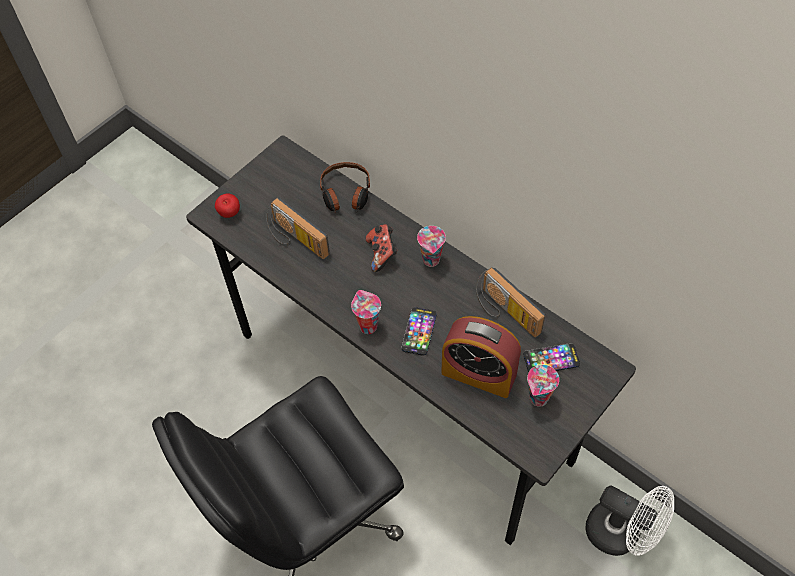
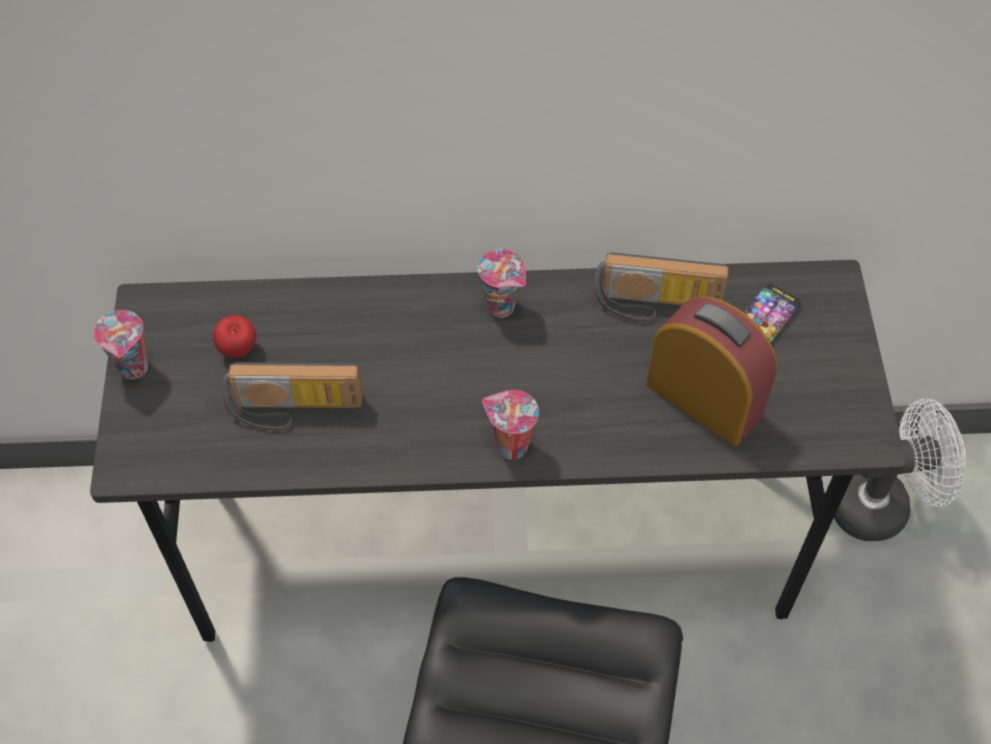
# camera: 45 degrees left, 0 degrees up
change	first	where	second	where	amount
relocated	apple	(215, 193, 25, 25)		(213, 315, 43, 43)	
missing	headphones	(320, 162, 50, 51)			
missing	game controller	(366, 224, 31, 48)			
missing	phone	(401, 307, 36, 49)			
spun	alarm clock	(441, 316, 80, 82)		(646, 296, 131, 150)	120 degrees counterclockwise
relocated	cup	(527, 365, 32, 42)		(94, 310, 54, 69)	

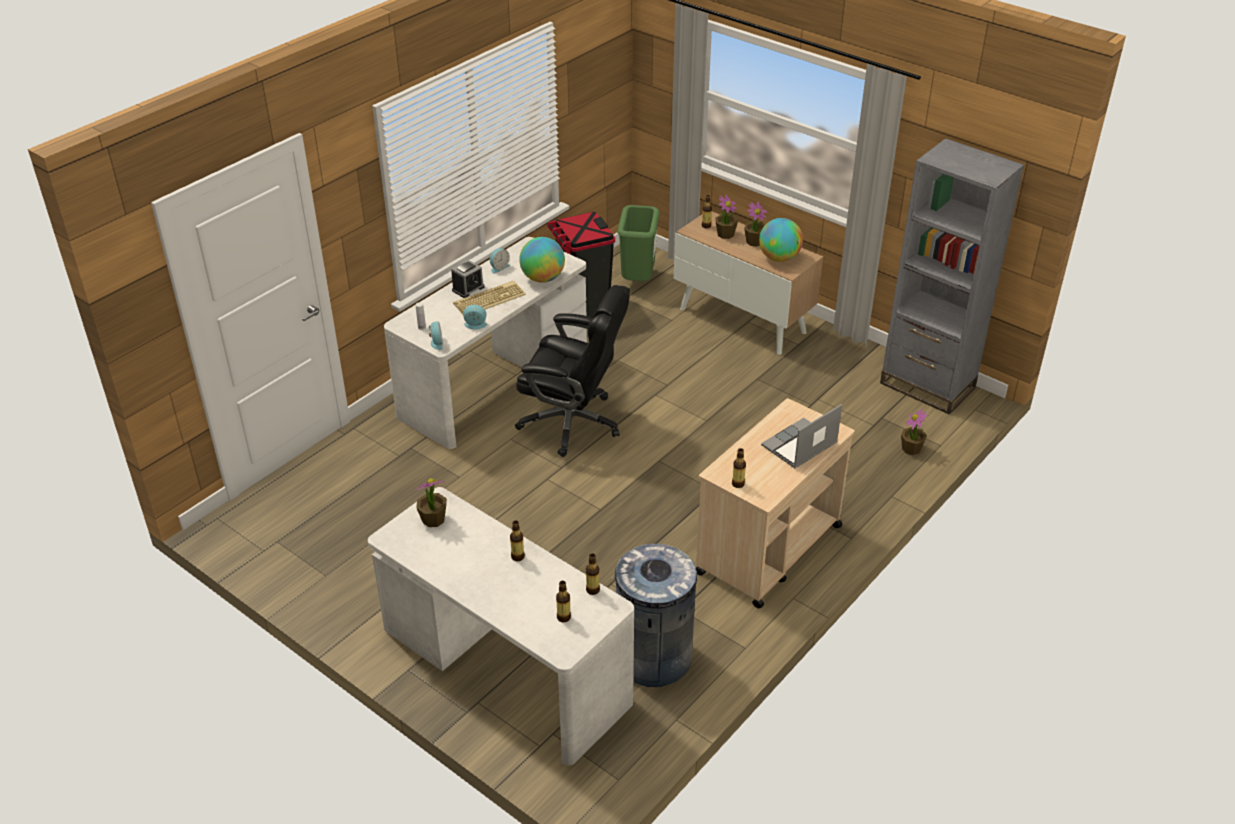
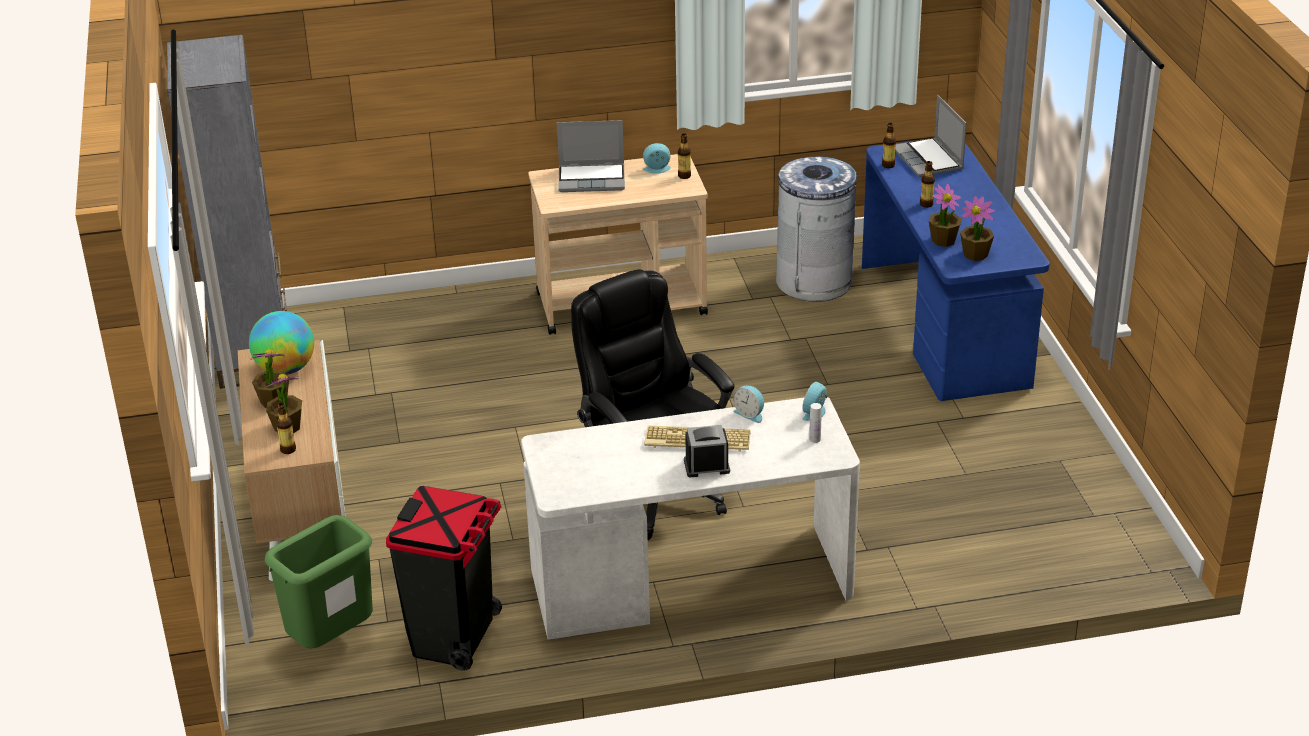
# camera: 140 degrees left, 5 degrees down
change	first	where	second	where	amount
colour	white desk	(368, 487, 266, 278)	blue desk	(862, 142, 188, 259)	
relocated	alarm clock	(490, 248, 20, 26)		(643, 143, 28, 31)	
missing	globe	(519, 237, 46, 46)			
exchanged	bottle	(556, 581, 15, 42)	laptop	(895, 95, 72, 82)	
relocated	potted plant	(901, 409, 27, 46)		(929, 183, 33, 64)	

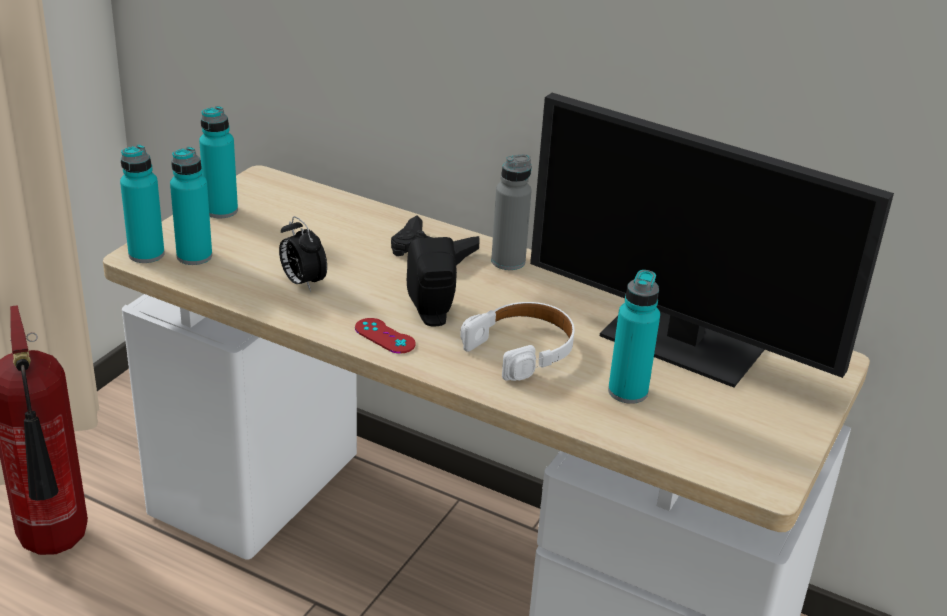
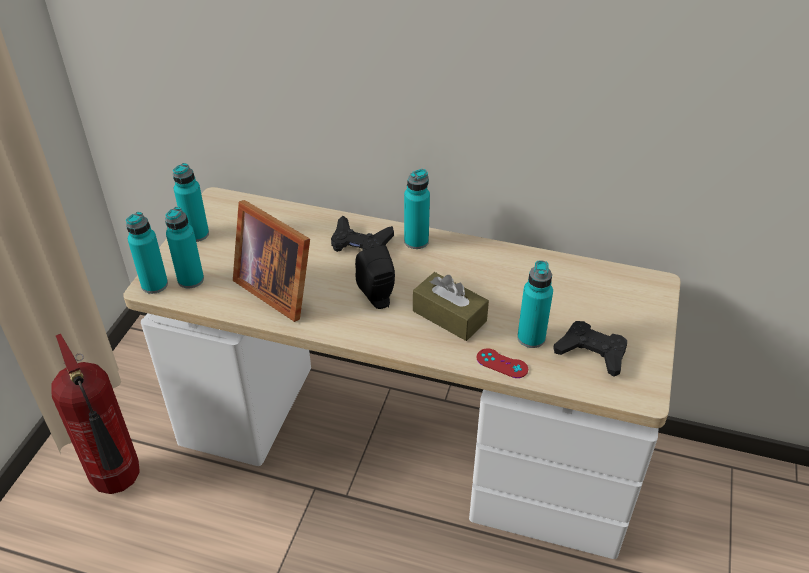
# camera: 10 degrees left, 10 degrees up
change	first	where	second	where	amount
exchanged	alarm clock	(279, 216, 48, 76)	picture frame	(233, 200, 77, 122)	
relocated	red game controller	(355, 318, 61, 36)		(477, 349, 51, 29)	
exchanged	white headphones	(460, 302, 114, 79)	brown tissue box	(413, 272, 76, 69)	
colour	grey bottle	(491, 154, 41, 116)	turquoise bottle	(404, 169, 26, 80)	
missing	monitor	(530, 93, 364, 295)			
appeared			black game controller	(553, 321, 74, 56)	

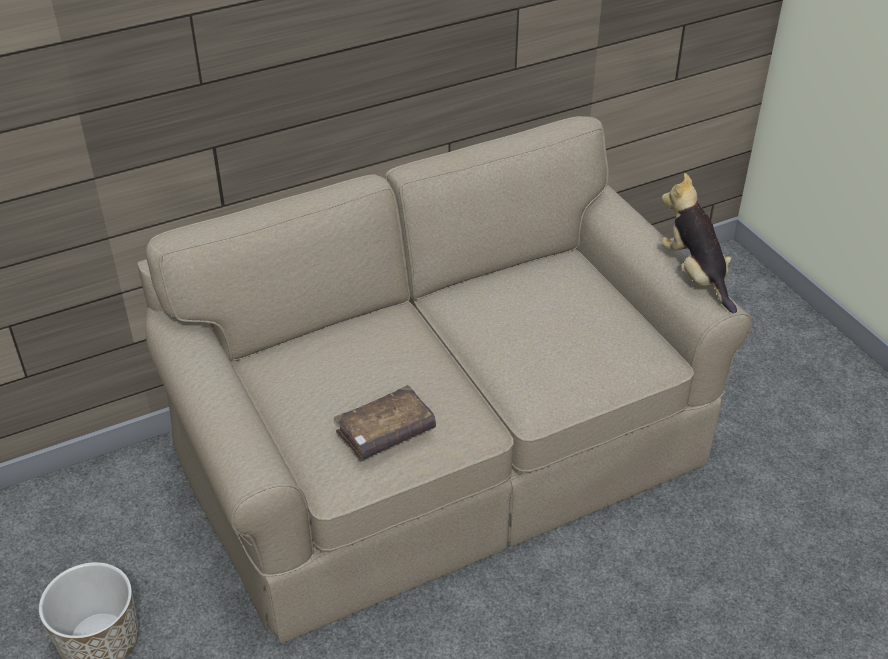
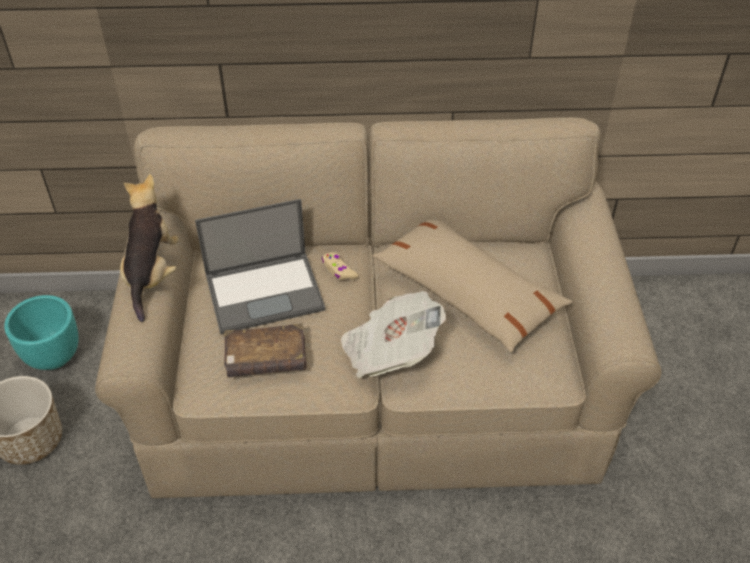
# camera: 25 degrees right, 5 degrees up
change	first	where	second	where	amount
relocated	plush toy	(661, 173, 76, 140)		(120, 174, 59, 148)	
appeared			turquoise planter	(4, 295, 75, 75)	
appeared			laptop	(195, 199, 130, 135)	
appeared			beige game controller	(322, 252, 36, 28)	
appeared			newspaper	(341, 291, 105, 87)	
appeared			beige pillow	(372, 220, 200, 132)	

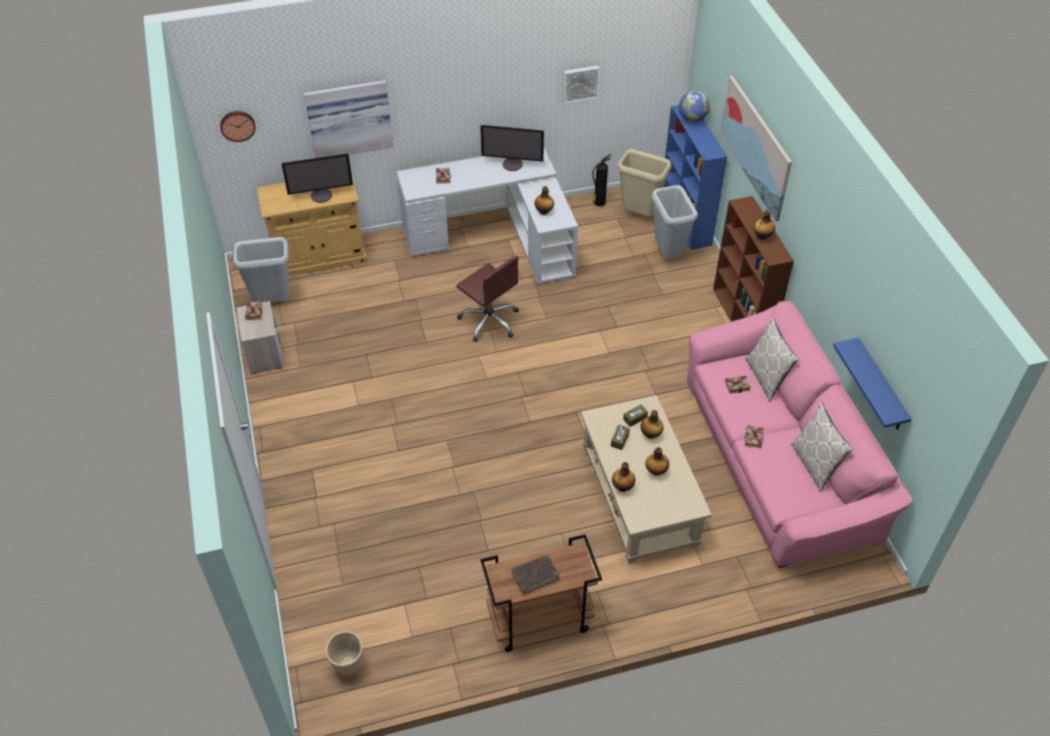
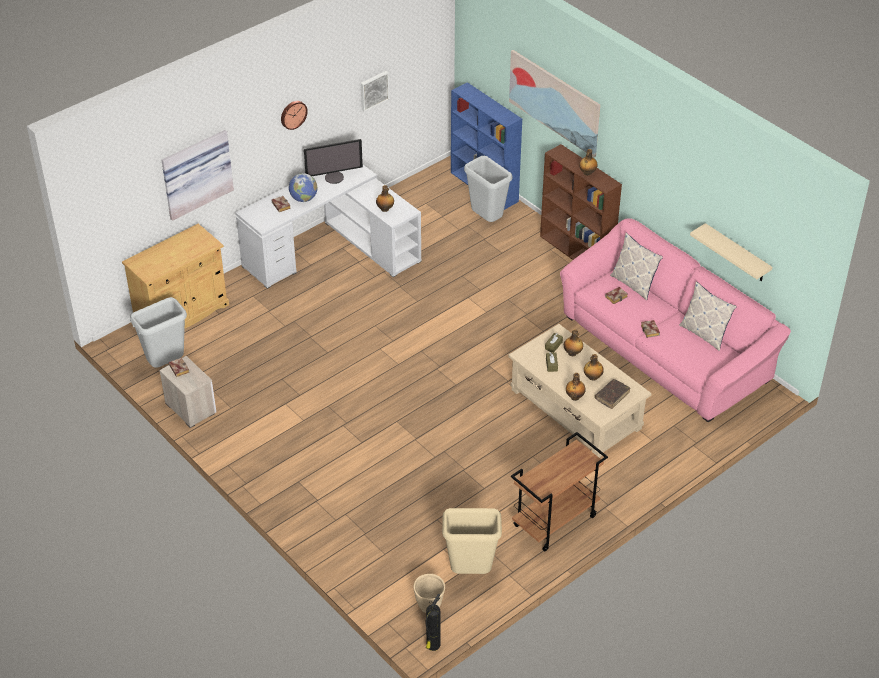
# camera: 25 degrees left, 5 degrees down
change	first	where	second	where	amount
relocated	wall clock	(220, 111, 36, 31)		(281, 101, 27, 29)	
missing	monitor	(281, 154, 72, 49)			
missing	brown office chair	(456, 256, 63, 86)			
relocated	brown book	(511, 555, 49, 39)		(595, 379, 35, 30)	
relocated	fire extinguisher	(592, 155, 19, 52)		(426, 593, 15, 58)	
relocated	beige trash can	(617, 149, 55, 67)		(442, 508, 60, 66)	
relocated	globe	(679, 91, 31, 31)		(289, 173, 28, 29)	
colour	blue shelf	(833, 338, 78, 92)	beige shelf	(690, 223, 82, 58)	

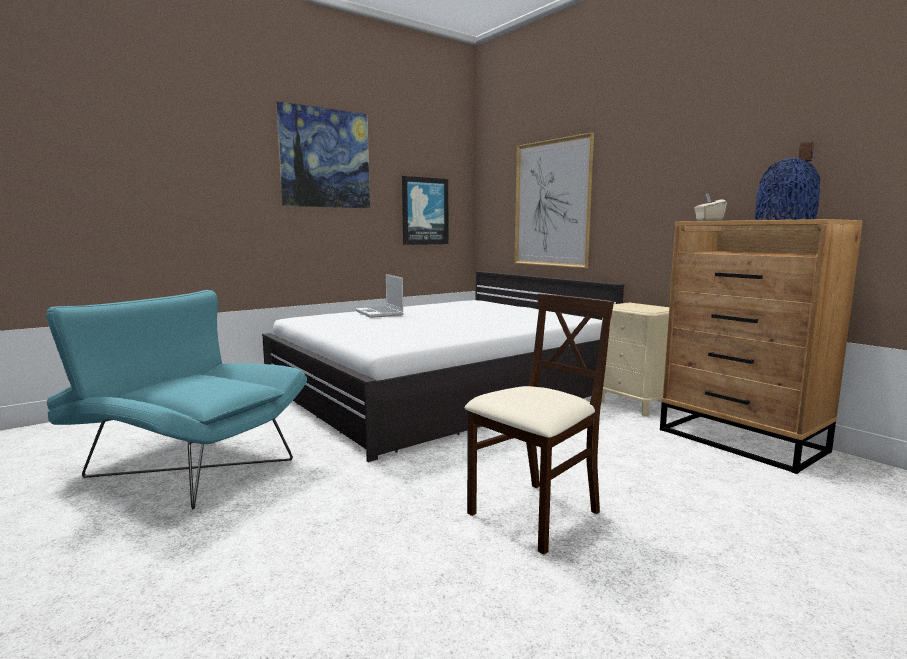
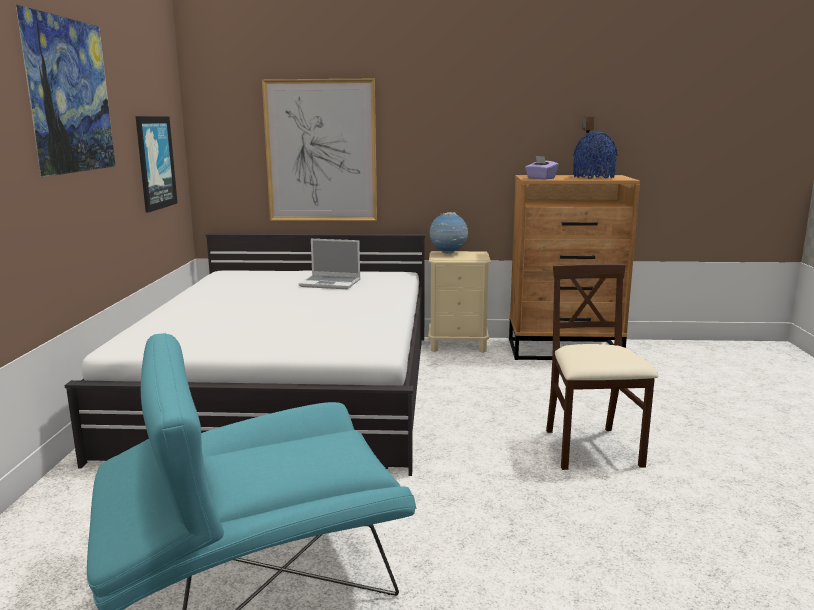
# camera: 50 degrees left, 5 degrees up
change	first	where	second	where	amount
relocated	laptop	(356, 274, 48, 44)		(299, 239, 62, 50)	
colour	beige tissue box	(694, 193, 33, 28)	purple tissue box	(525, 156, 33, 23)	
appeared			globe	(429, 212, 39, 42)	

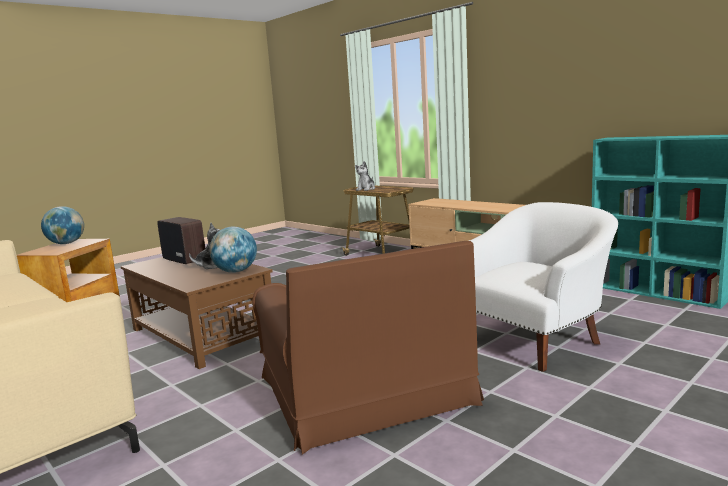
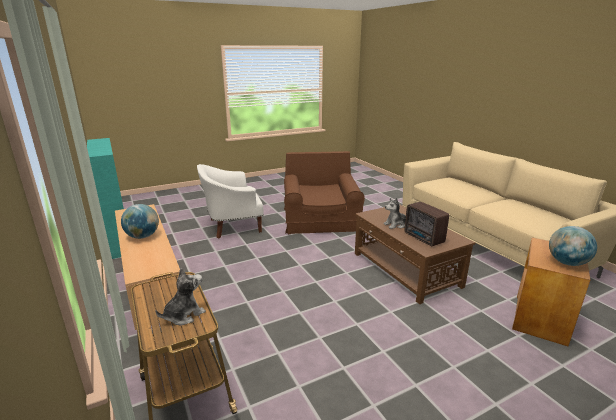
# camera: 165 degrees left, 10 degrees up
change	first	where	second	where	amount
relocated	globe	(209, 227, 48, 46)		(121, 204, 38, 35)	

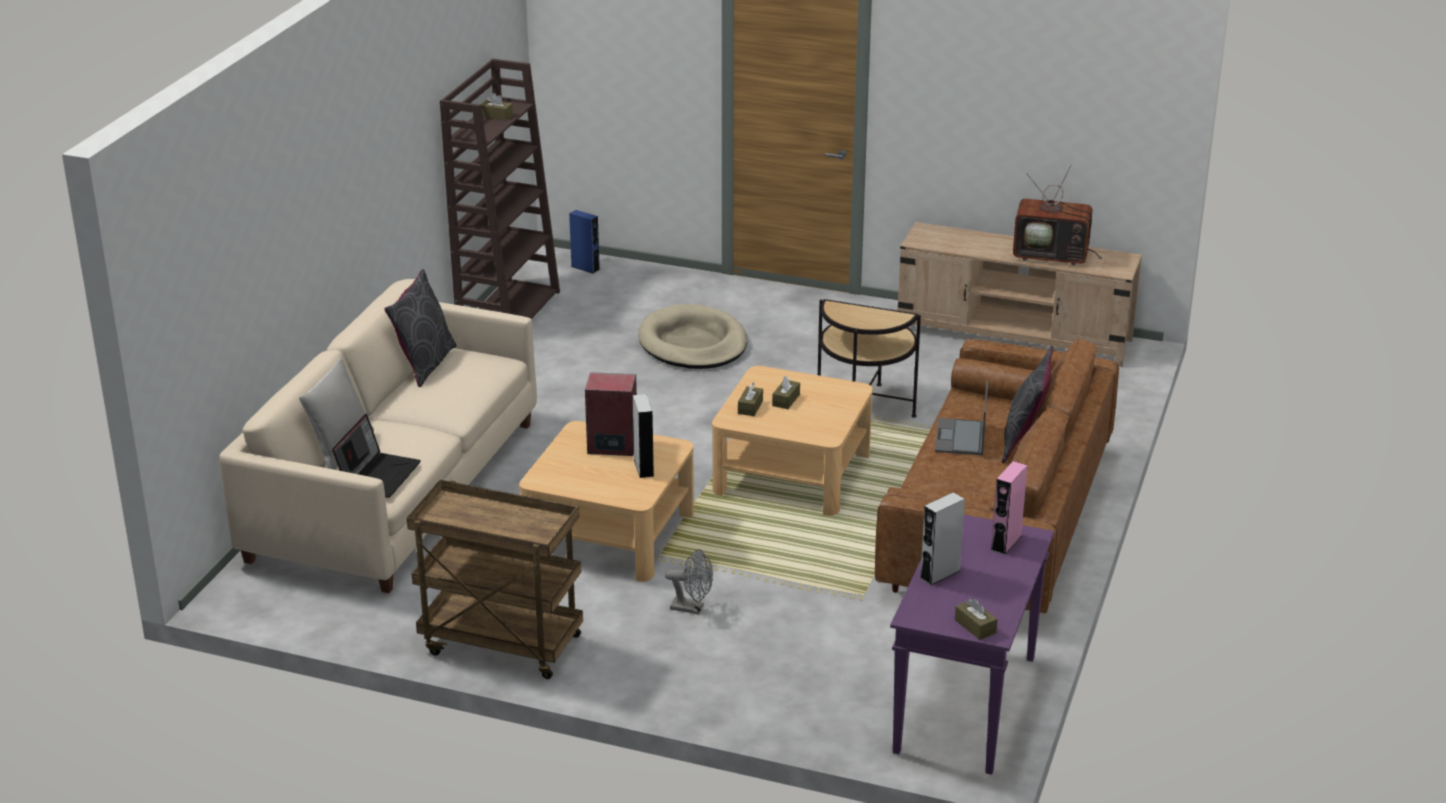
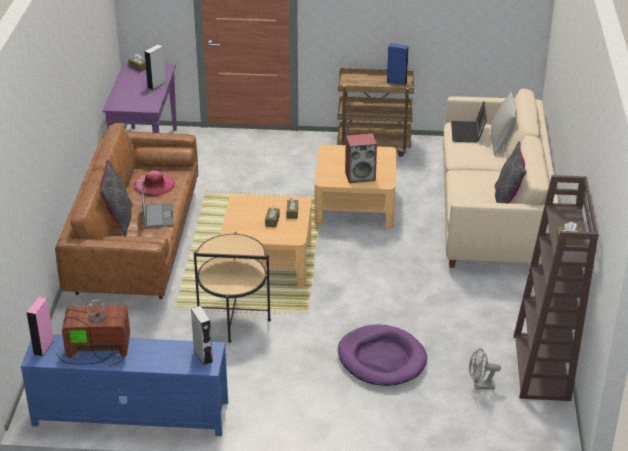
# camera: 165 degrees right, 5 degrees up
change	first	where	second	where	amount
relocated	blue speaker	(569, 210, 31, 64)		(387, 43, 22, 42)	
relocated	grey speaker	(633, 394, 21, 84)		(191, 306, 22, 60)	
colour	beige dog bed	(638, 304, 109, 65)	purple dog bed	(338, 324, 89, 62)	
relocated	grey fan	(665, 549, 48, 66)		(469, 348, 32, 41)	
colour	beige tv stand	(898, 222, 244, 145)	blue tv stand	(21, 334, 207, 102)	
relocated	pink speaker	(991, 461, 36, 94)		(27, 297, 27, 59)	
appeared			pink hat	(134, 171, 41, 25)	

